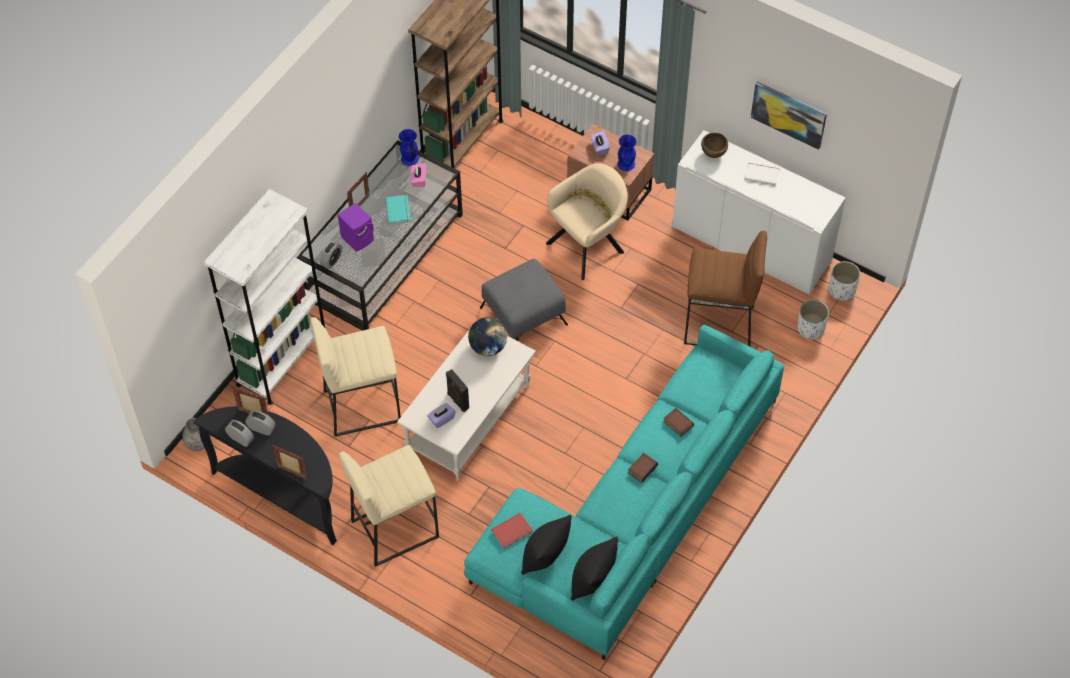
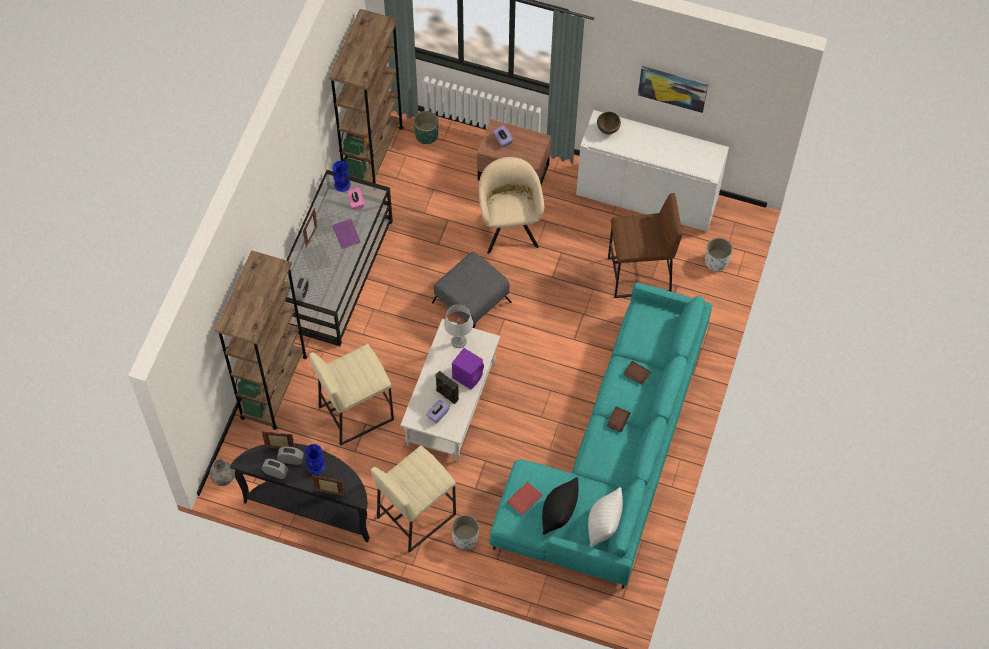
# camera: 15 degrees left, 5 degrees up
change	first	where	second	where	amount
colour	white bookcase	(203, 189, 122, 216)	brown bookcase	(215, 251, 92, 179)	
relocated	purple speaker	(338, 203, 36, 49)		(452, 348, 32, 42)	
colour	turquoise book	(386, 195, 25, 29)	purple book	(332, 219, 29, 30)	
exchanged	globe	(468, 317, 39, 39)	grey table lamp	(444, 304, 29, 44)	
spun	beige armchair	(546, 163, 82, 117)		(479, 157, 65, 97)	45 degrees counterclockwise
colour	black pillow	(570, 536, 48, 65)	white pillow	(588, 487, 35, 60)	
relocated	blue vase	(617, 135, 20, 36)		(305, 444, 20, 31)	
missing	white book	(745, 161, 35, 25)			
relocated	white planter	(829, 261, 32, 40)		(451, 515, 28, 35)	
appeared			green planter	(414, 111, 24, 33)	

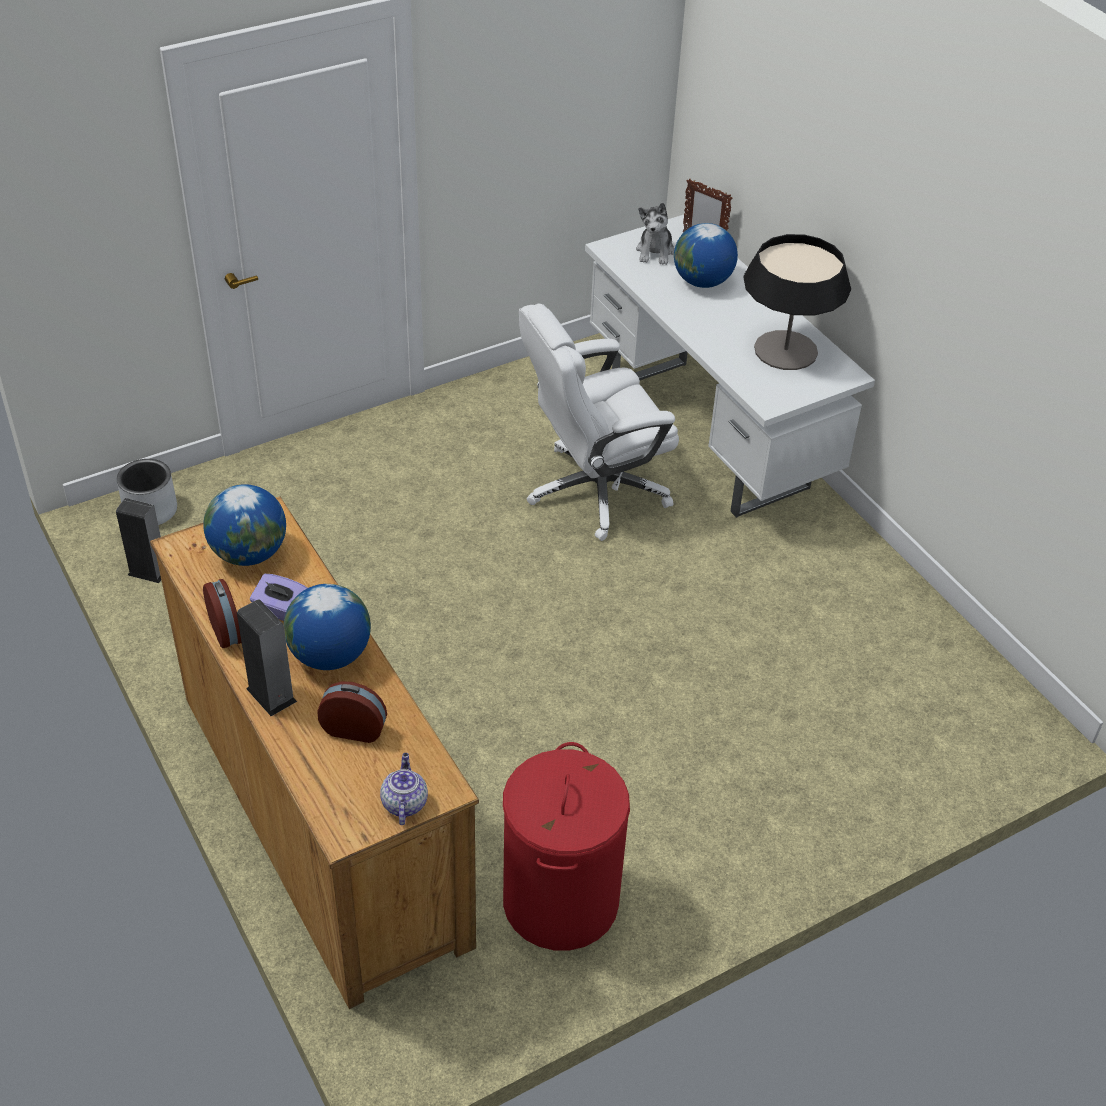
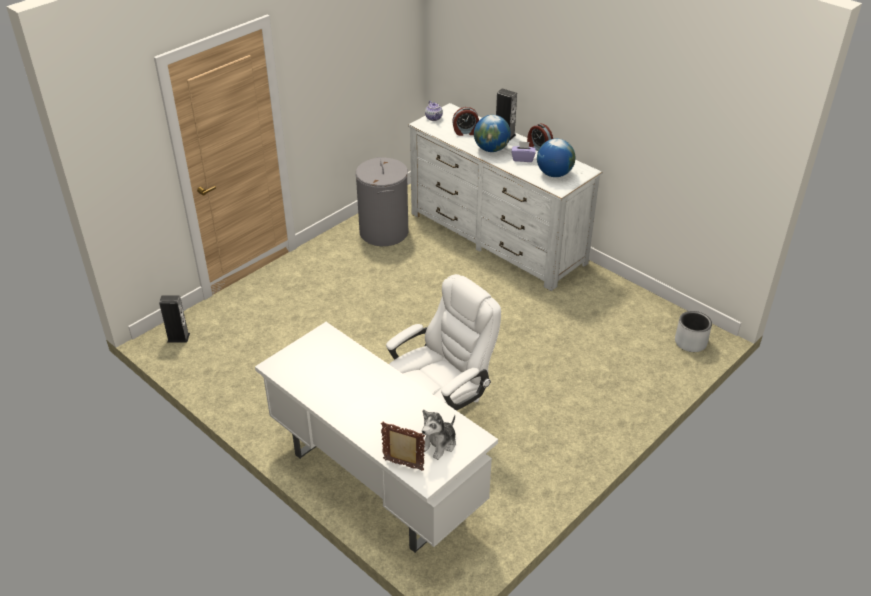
# camera: 165 degrees right, 5 degrees down
change	first	where	second	where	amount
relocated	speaker	(116, 498, 45, 85)		(159, 295, 31, 48)	
colour	brown dresser	(150, 496, 329, 513)	white dresser	(408, 103, 194, 188)	
colour	red laundry basket	(503, 742, 127, 208)	grey laundry basket	(356, 157, 52, 89)	
spun	plush toy	(636, 203, 38, 62)		(422, 410, 34, 50)	135 degrees counterclockwise
missing	globe	(674, 223, 64, 65)			
missing	table lamp	(744, 234, 107, 136)			

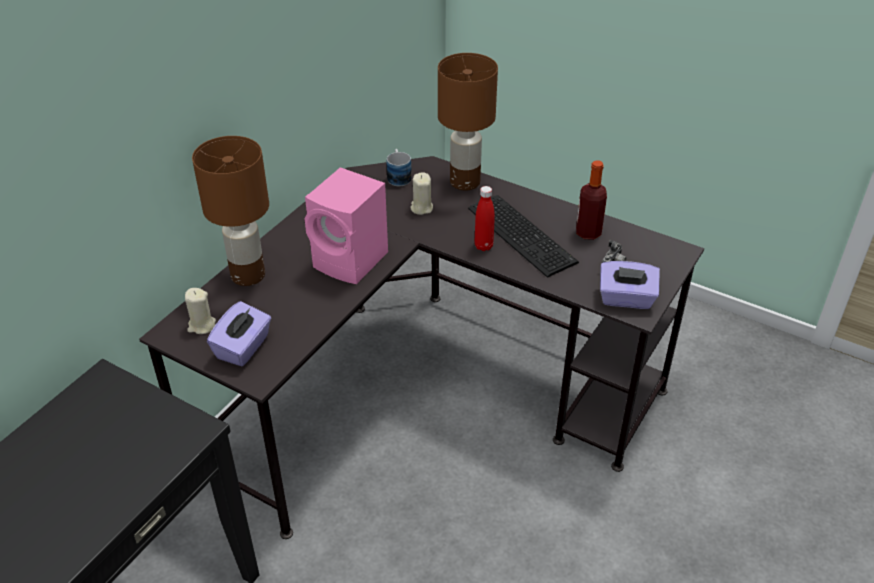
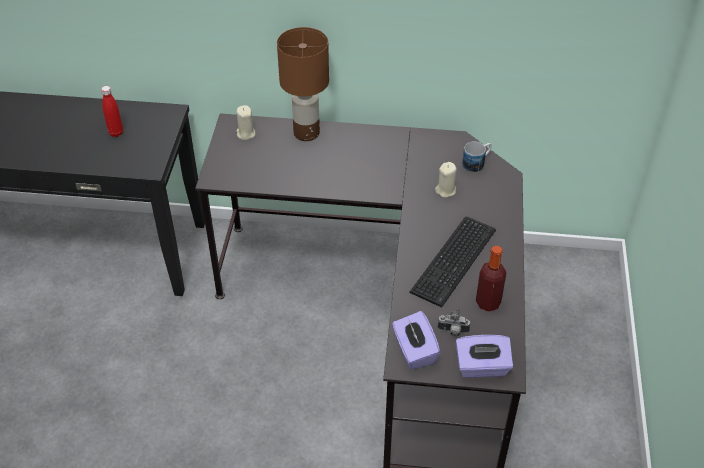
# camera: 65 degrees right, 5 degrees up
change	first	where	second	where	amount
relocated	purple tissue box	(207, 301, 64, 65)		(456, 335, 57, 43)	
missing	pink speaker	(305, 167, 83, 117)			
missing	brown table lamp	(438, 53, 60, 137)			
relocated	red bottle	(475, 186, 20, 65)		(101, 86, 22, 51)	

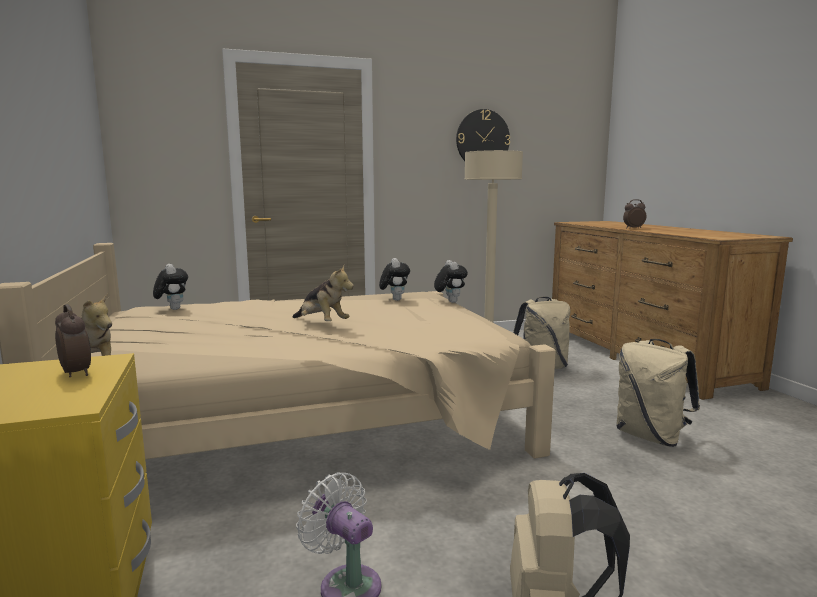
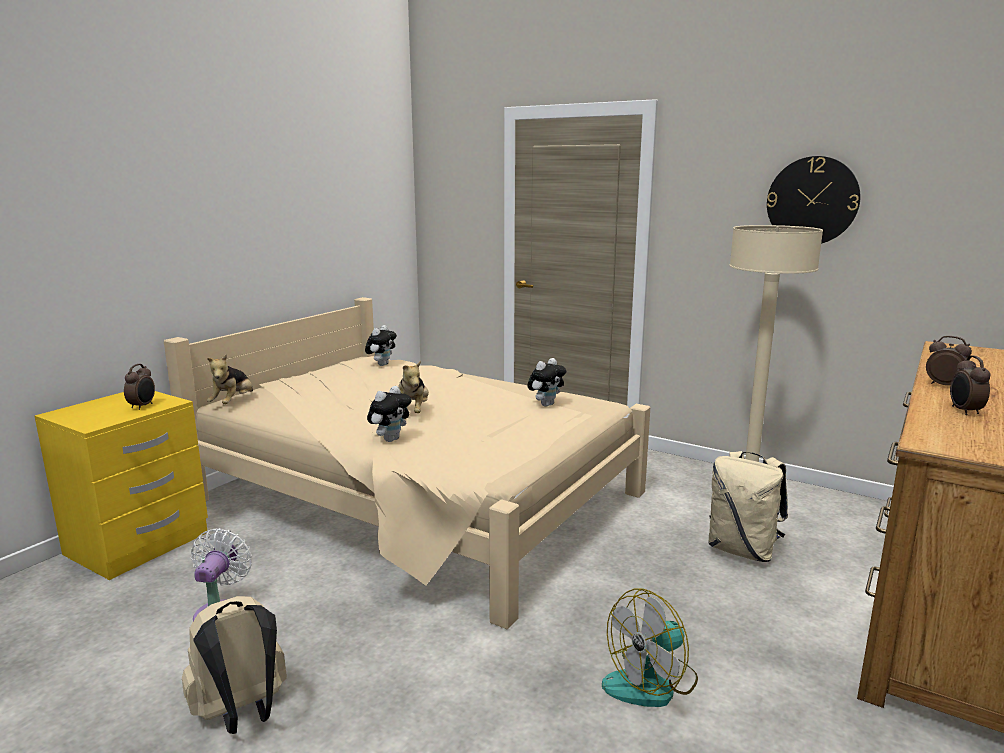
# camera: 50 degrees right, 5 degrees up
change	first	where	second	where	amount
relocated	plush toy	(434, 260, 34, 43)		(367, 386, 44, 56)	
exchanged	beige backpack	(616, 339, 84, 108)	fan	(602, 588, 96, 119)	
appeared			alarm clock	(950, 355, 40, 60)	

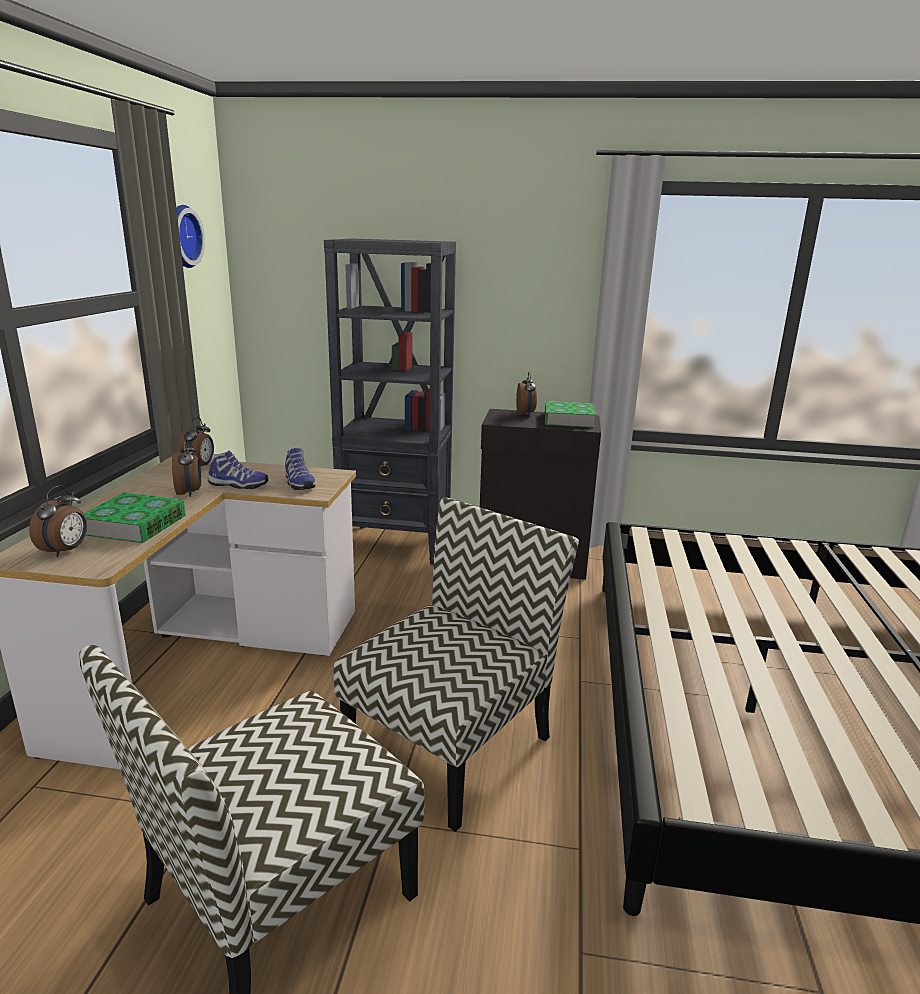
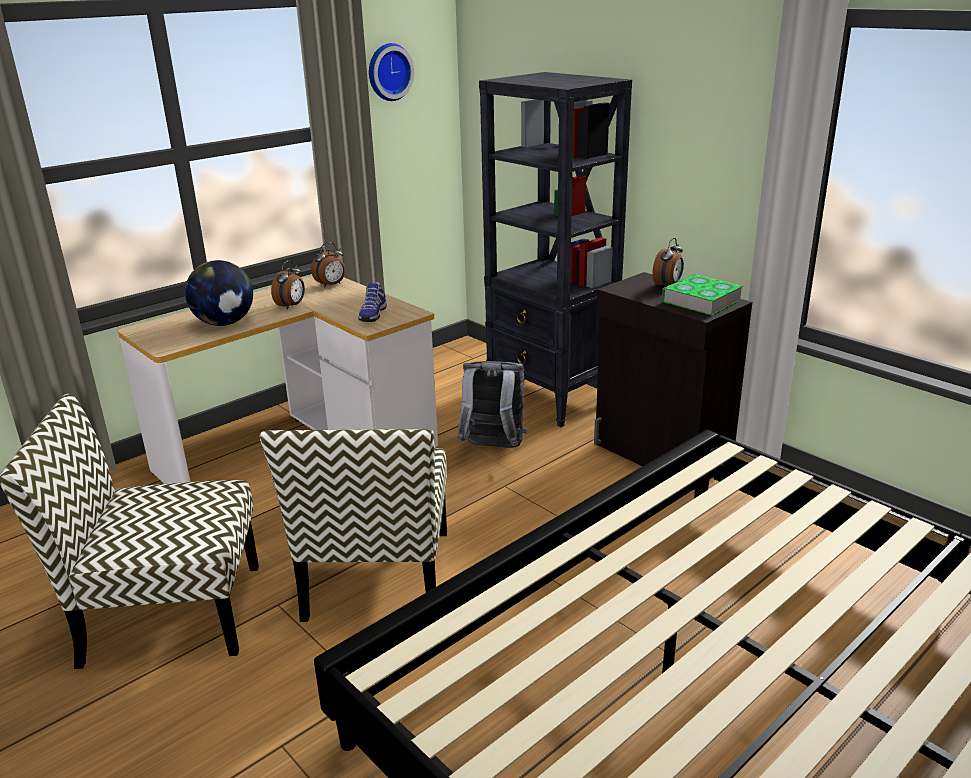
# camera: 40 degrees right, 5 degrees up
change	first	where	second	where	amount
missing	alarm clock	(29, 485, 58, 72)			
exchanged	book	(84, 493, 102, 50)	globe	(185, 260, 68, 66)	
missing	shoe	(208, 450, 61, 39)			
spun	chair	(334, 497, 245, 335)		(260, 429, 187, 193)	105 degrees clockwise
appeared			grey backpack	(457, 361, 70, 87)	

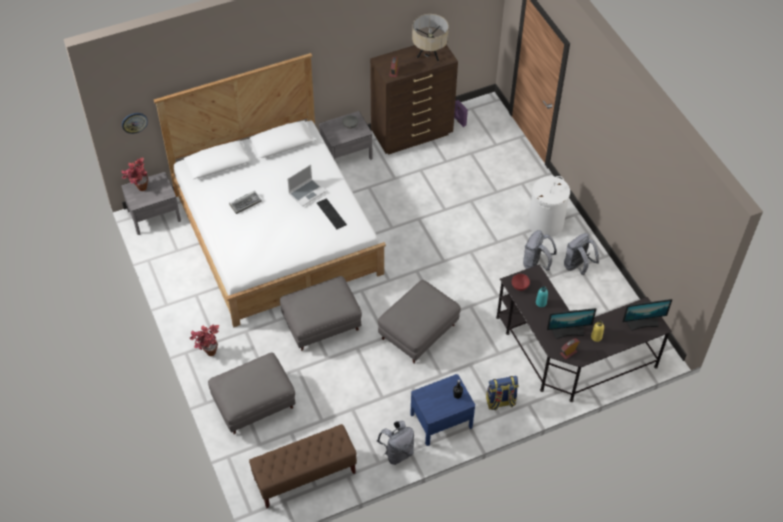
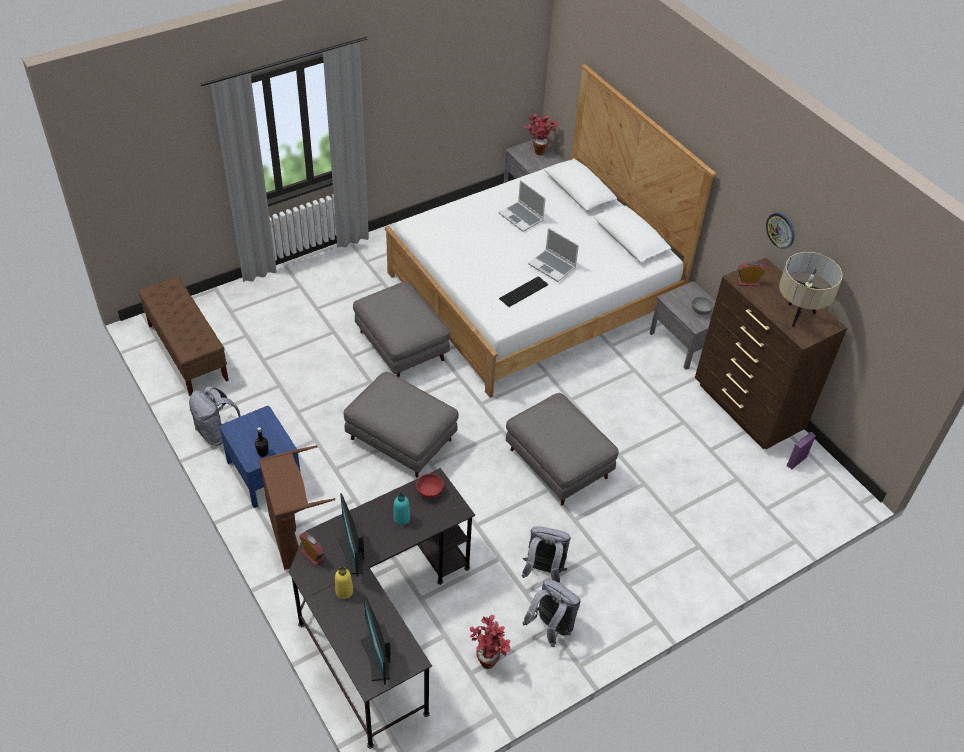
# camera: 80 degrees right, 5 degrees down
change	first	where	second	where	amount
relocated	wall clock	(122, 113, 26, 21)		(766, 213, 29, 36)	
relocated	potted plant	(189, 325, 30, 31)		(470, 615, 40, 54)	
relocated	grey ottoman	(208, 352, 88, 83)		(506, 393, 113, 113)	
exchanged	keyboard	(229, 191, 33, 23)	laptop	(499, 180, 47, 52)	
exchanged	backpack	(486, 376, 32, 35)	brown laundry basket	(259, 445, 76, 125)	
missing	white laundry basket	(528, 176, 42, 61)			

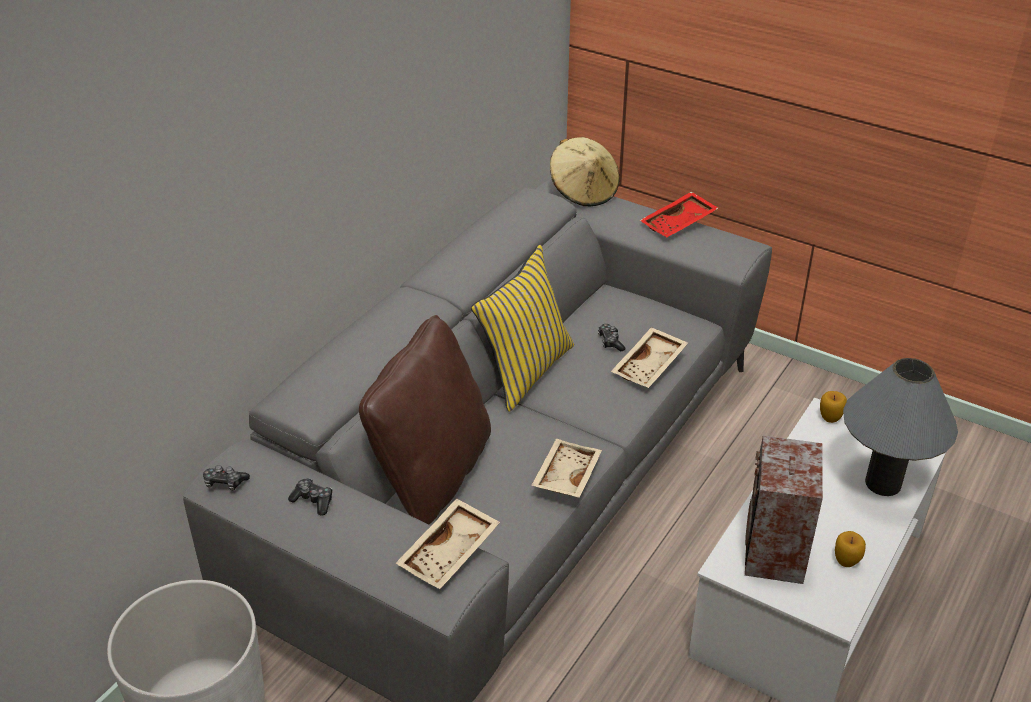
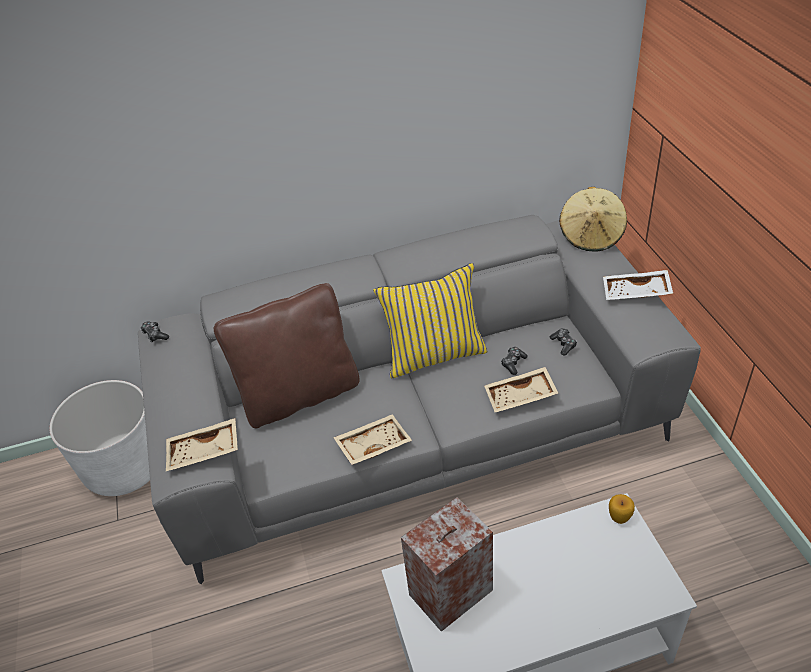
# camera: 45 degrees right, 5 degrees up
change	first	where	second	where	amount
relocated	game controller	(288, 478, 44, 38)		(550, 328, 27, 28)	
colour	red tray	(639, 192, 79, 45)	white tray	(603, 270, 70, 30)	
missing	apple	(835, 531, 31, 36)			
missing	grey table lamp	(843, 358, 115, 138)			

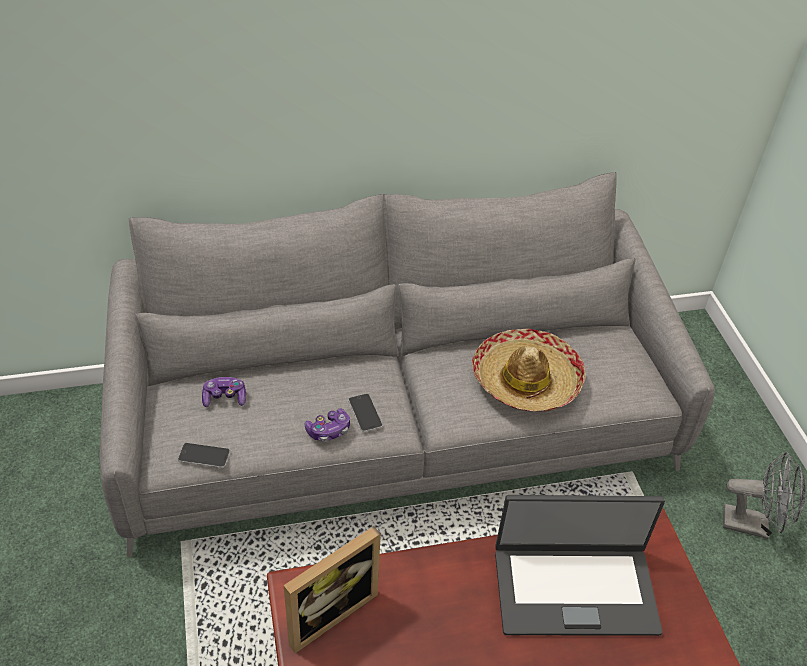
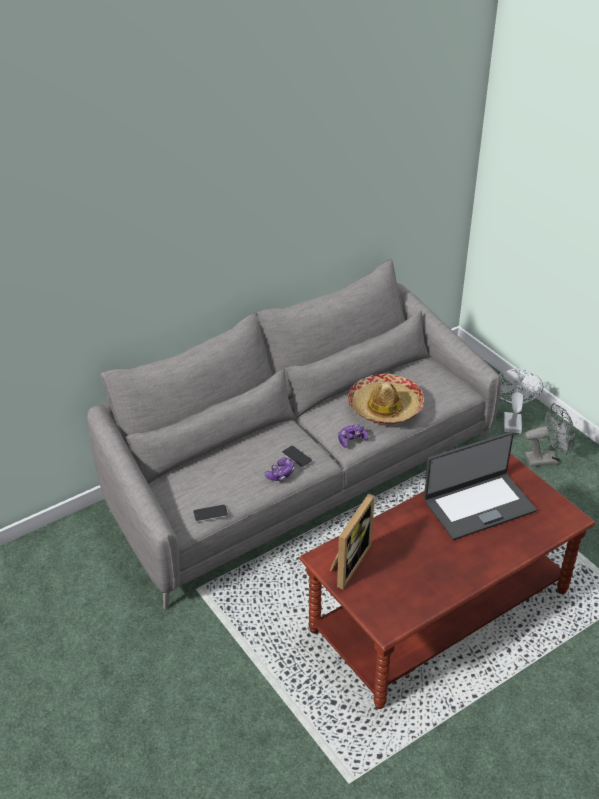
# camera: 20 degrees left, 5 degrees down
change	first	where	second	where	amount
relocated	game controller	(202, 377, 44, 30)		(338, 425, 30, 23)	
appeared			white fan	(499, 369, 44, 64)	

